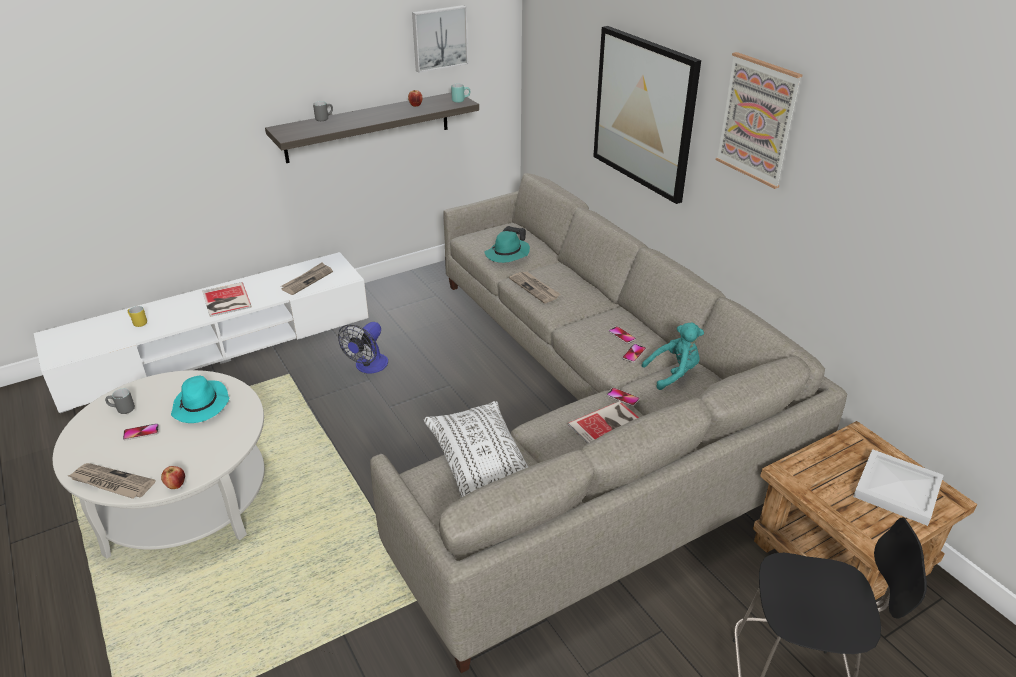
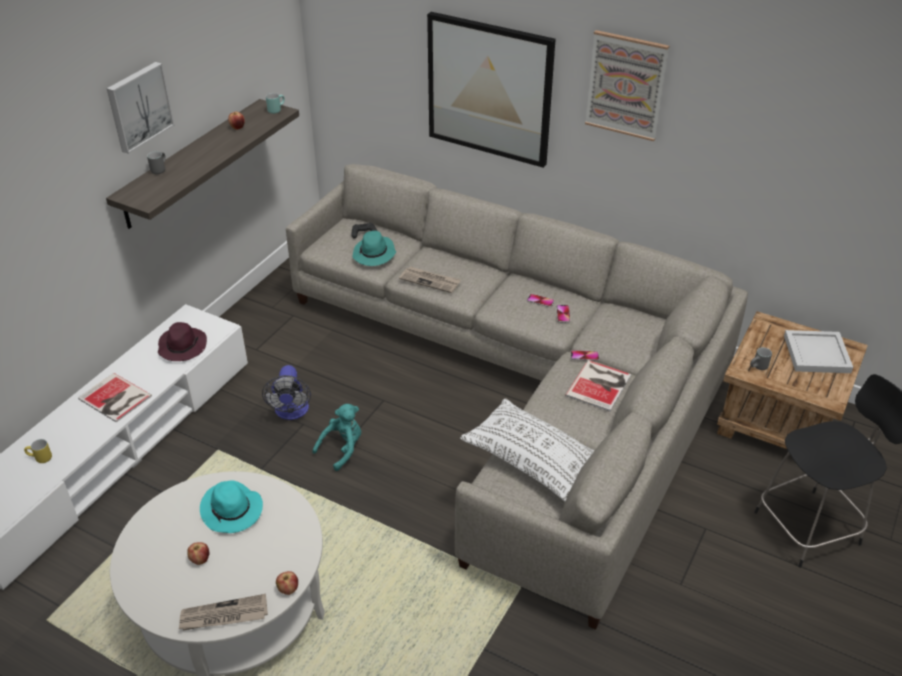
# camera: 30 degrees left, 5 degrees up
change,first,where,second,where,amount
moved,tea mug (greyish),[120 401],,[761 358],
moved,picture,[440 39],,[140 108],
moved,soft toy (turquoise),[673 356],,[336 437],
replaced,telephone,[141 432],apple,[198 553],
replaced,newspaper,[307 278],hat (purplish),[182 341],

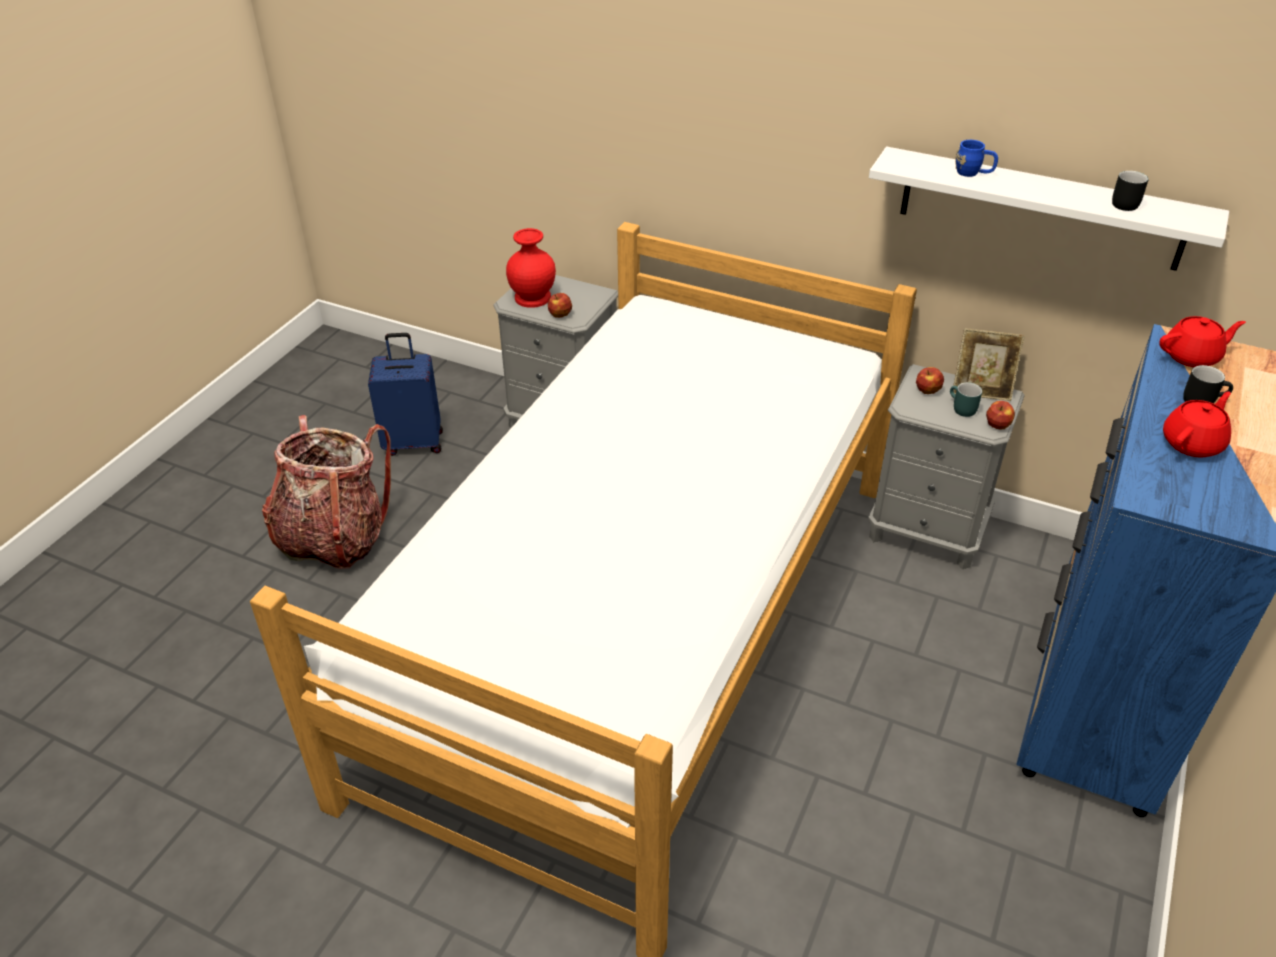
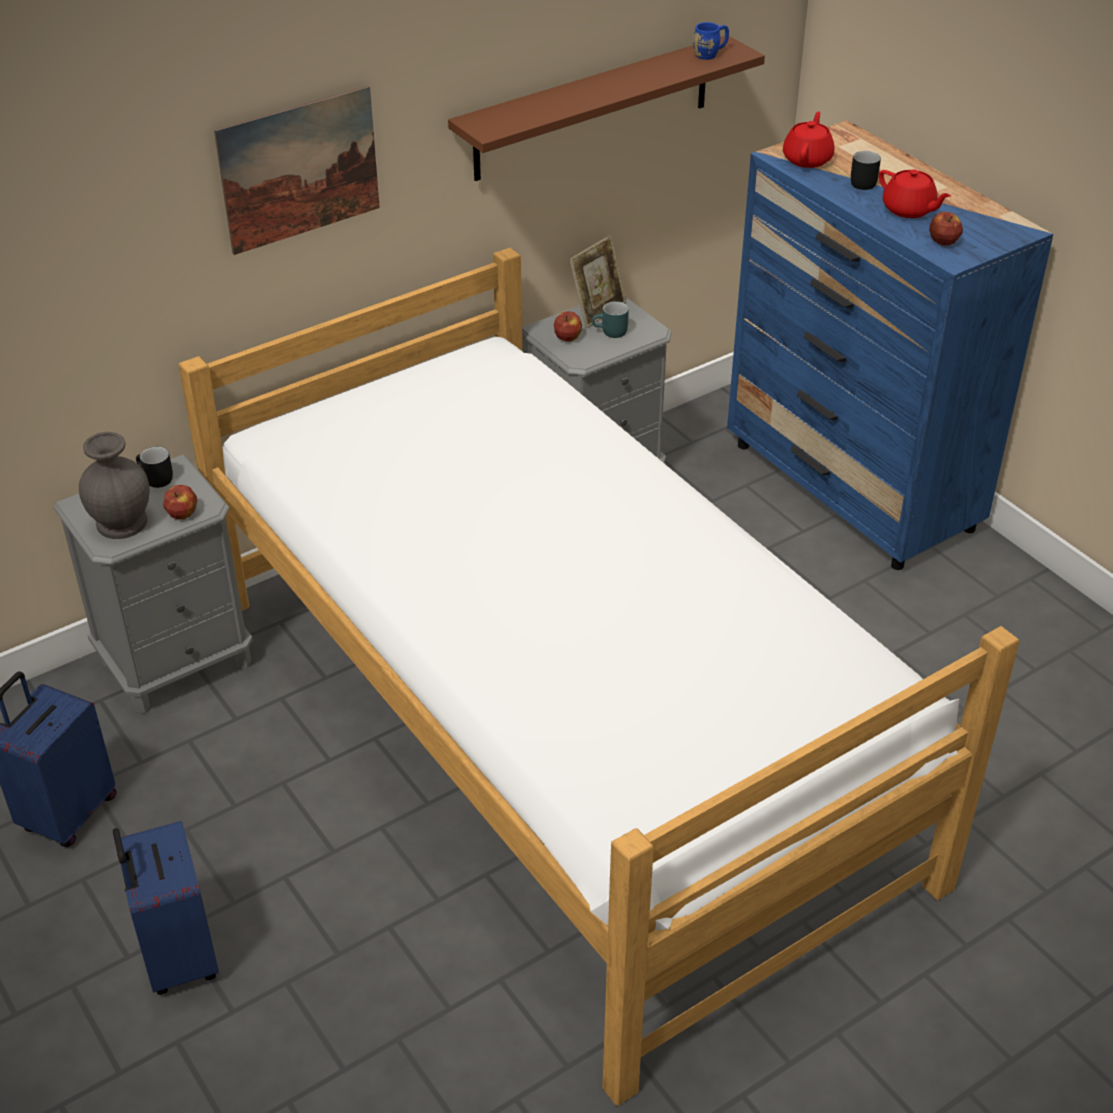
# camera: 60 degrees left, 0 degrees up
change,first,where,second,where,amount
added,,,picture,[297 170],
moved,tea mug (blue-coloured),[976 158],,[711 41],
moved,apple,[1000 415],,[946 229],
moved,tea mug (black-coloured),[1130 191],,[154 467],
replaced,knapsack,[326 492],suitcase (blue-coloured),[166 908],
recoloured,flower vase (red),[531 268],flower vase (greyish),[114 485],
recoloured,bracket shelf (whitish),[1049 208],bracket shelf (brown),[606 108],
turned,pot for tea (red),[1197 424],,[915 193],150 degrees clockwise

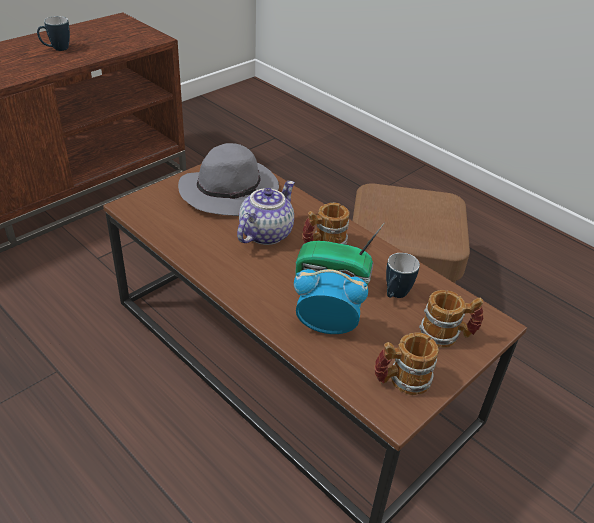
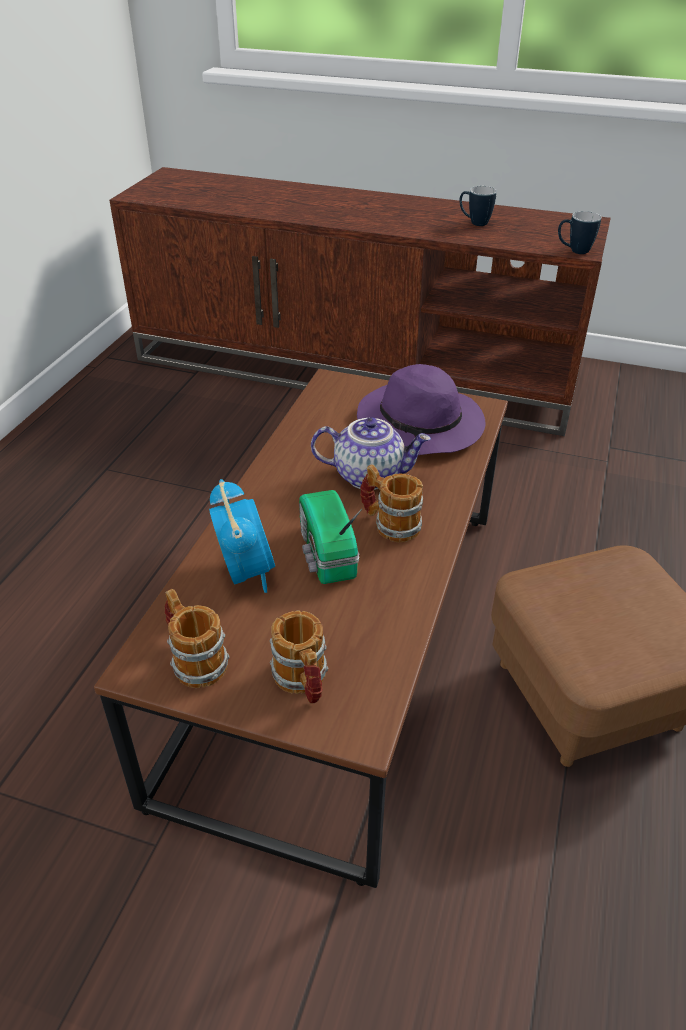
# camera: 65 degrees right, 0 degrees up
change,first,where,second,where,amount
moved,tea mug,[403 275],,[580 232],
recoloured,hat (greyish),[228 179],hat (purplish),[421 409],

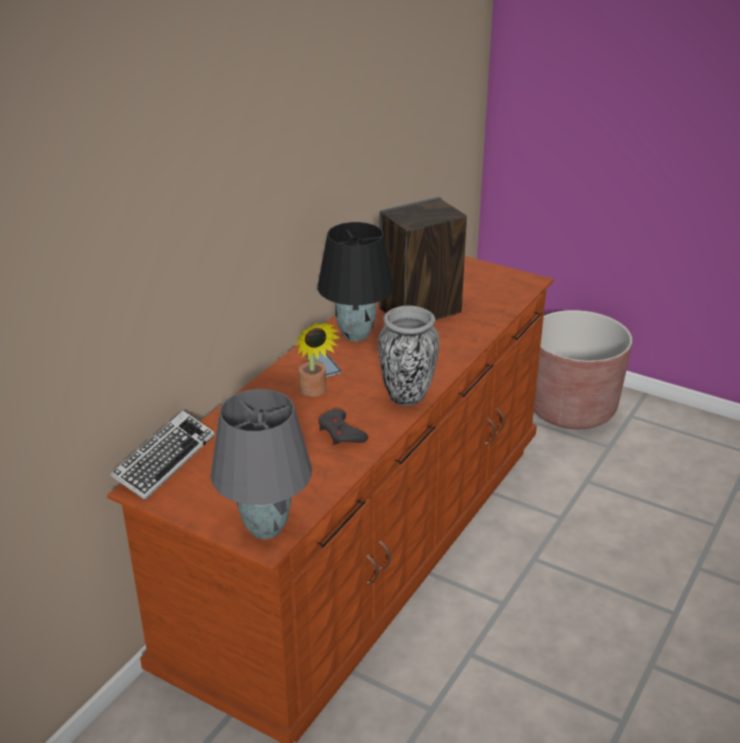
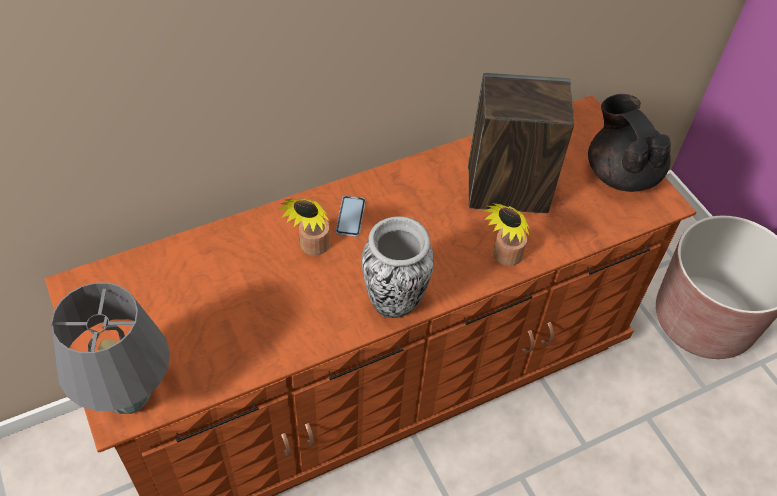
# camera: 30 degrees right, 20 degrees up
change,first,where,second,where,amount
removed,computer keyboard,[162 455],,,
removed,table lamp (black-coloured),[356 282],,,
removed,game controller (greyish),[343 427],,,
added,,,potted plant,[506 234],
added,,,pot for tea (black-coloured),[629 143],

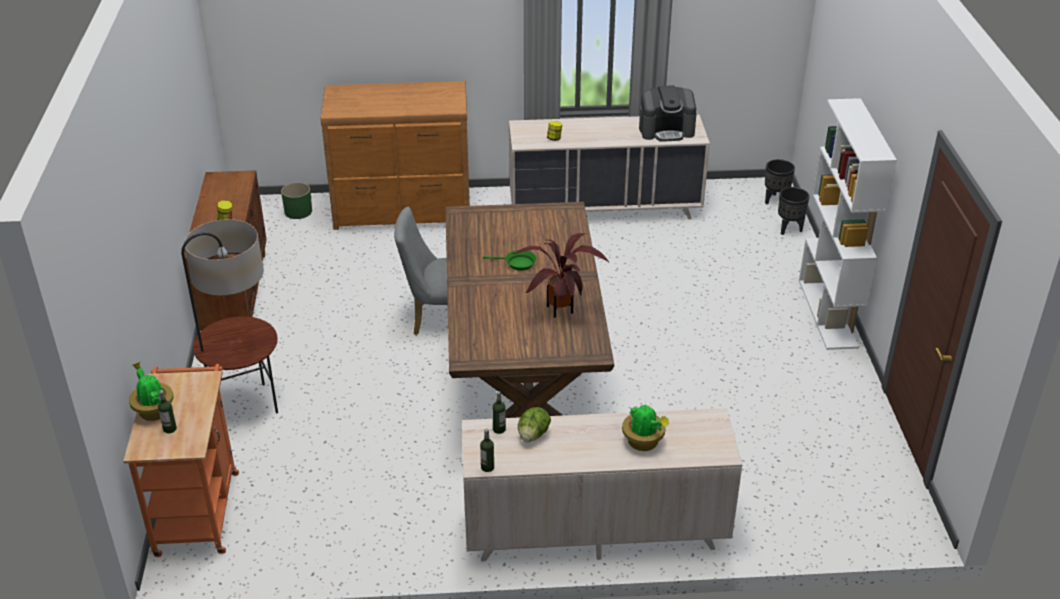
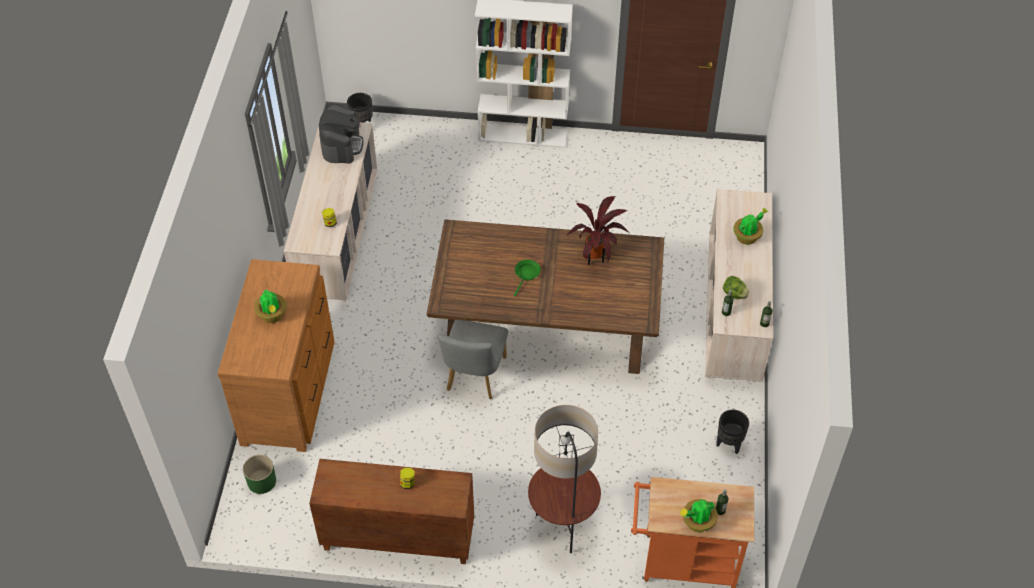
# camera: 80 degrees left, 15 degrees up
change,first,where,second,where,amount
added,,,potted plant,[270 306],
moved,planter (black-coloured),[793 211],,[732 432],

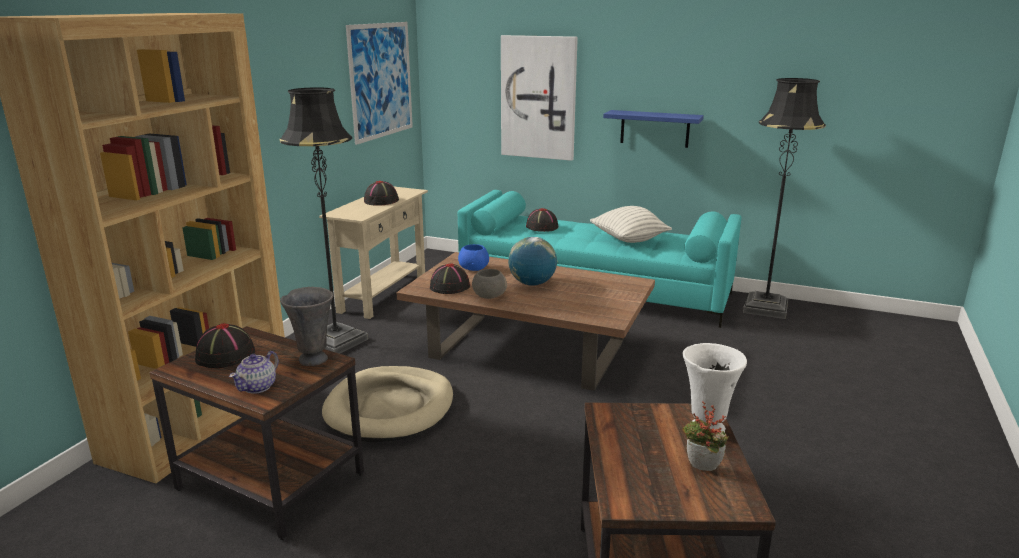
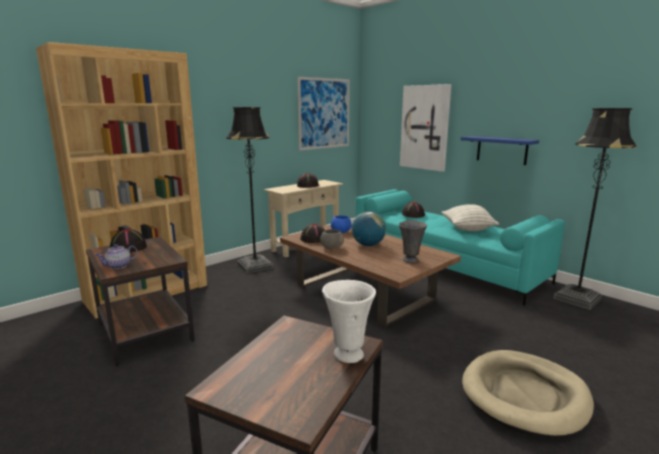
# camera: 25 degrees right, 5 degrees down
change,first,where,second,where,amount
removed,potted plant,[705 436],,,
moved,flower vase (greyish),[306 326],,[413 241],
moved,dog bed (sand-coloured),[387 404],,[528 393],

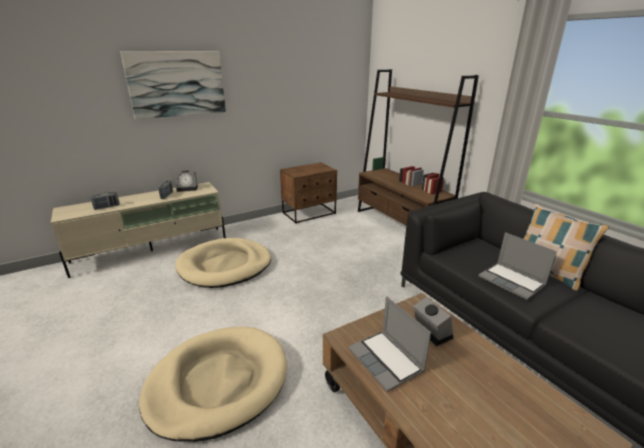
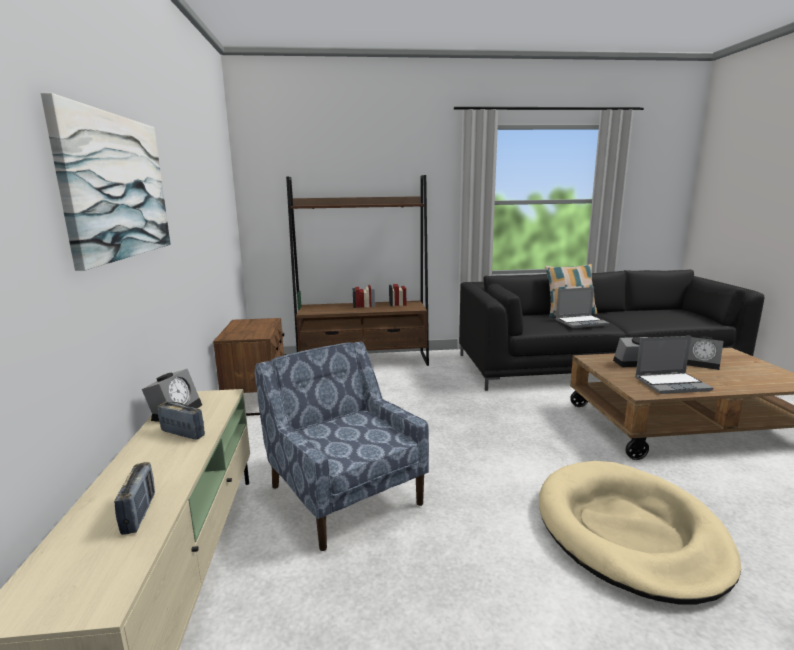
# camera: 65 degrees left, 10 degrees down
change,first,where,second,where,amount
added,,,bedside clock,[705 353],
replaced,dog bed (sand-coloured),[223 263],armchair (blue-coloured),[342 446],

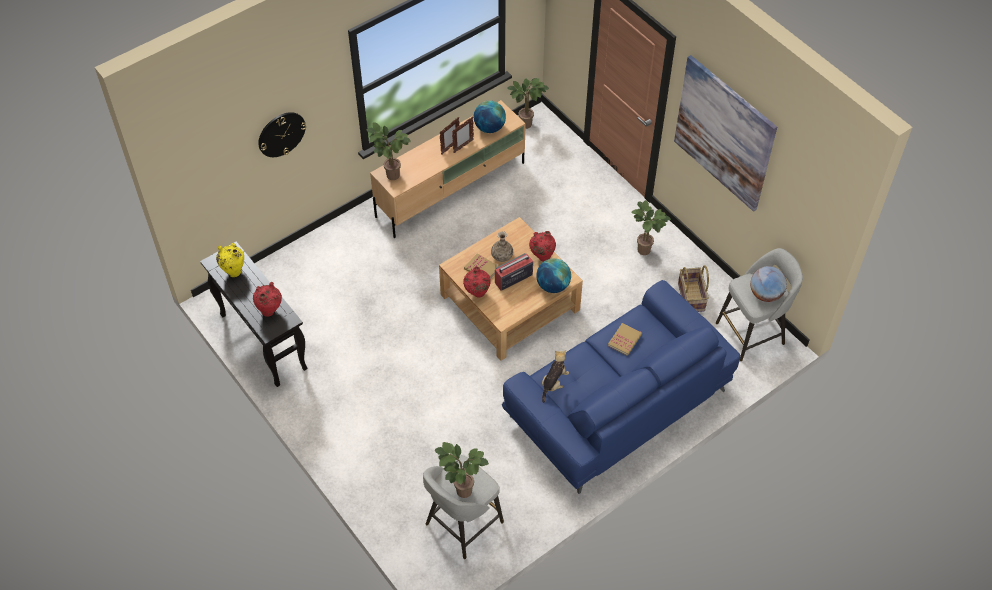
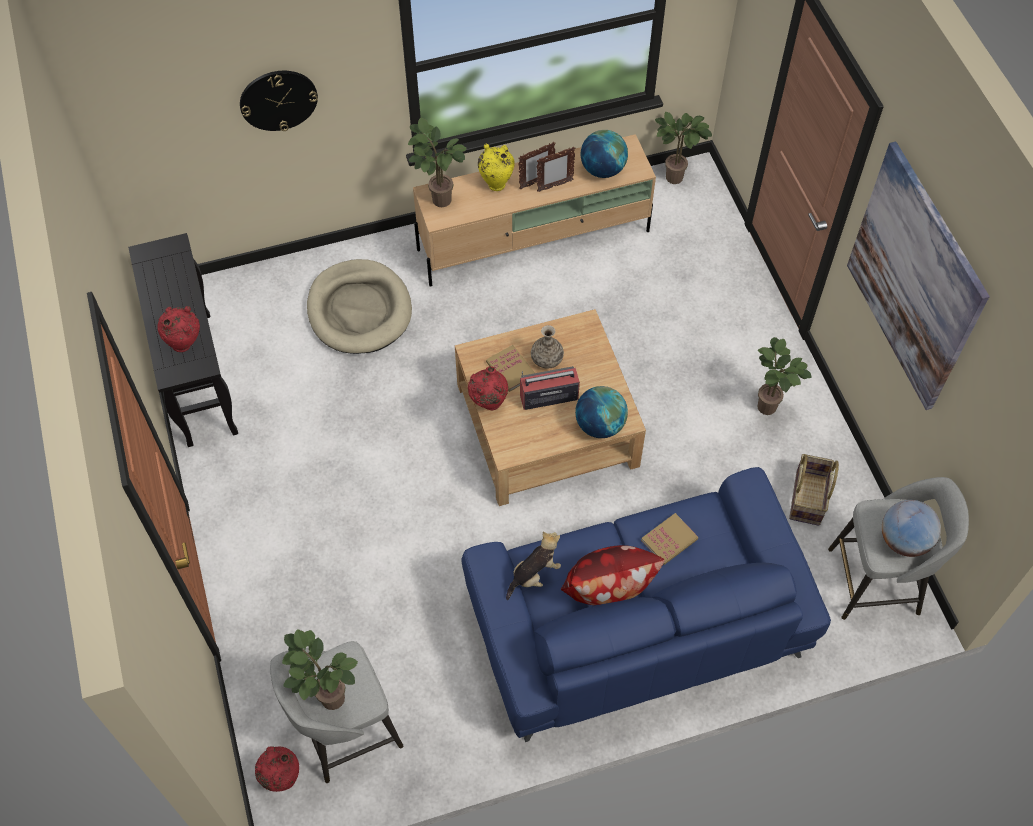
# camera: 20 degrees right, 5 degrees up
change,first,where,second,where,amount
added,,,dog bed (sand-coloured),[359 306],
added,,,throw pillow,[613 575],
moved,flower vase (yellow),[230 260],,[496 167],
moved,flower vase (red),[542 246],,[277 769],

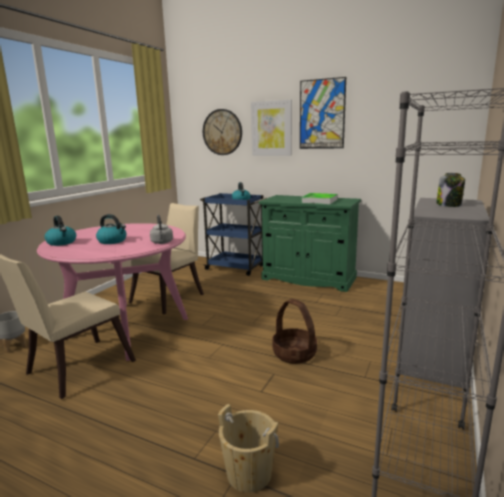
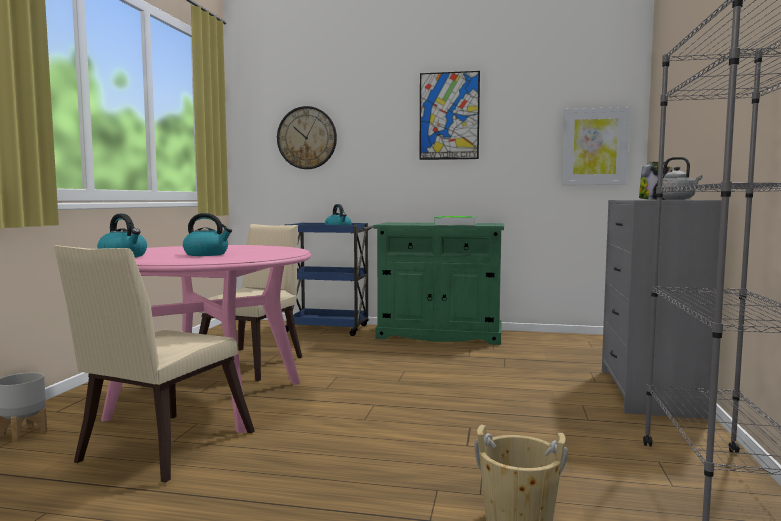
# camera: 15 degrees left, 10 degrees down
change,first,where,second,where,amount
removed,basket,[294 331],,,
moved,water kettle (greyish),[161 229],,[682 178],
moved,picture,[271 127],,[596 146],

